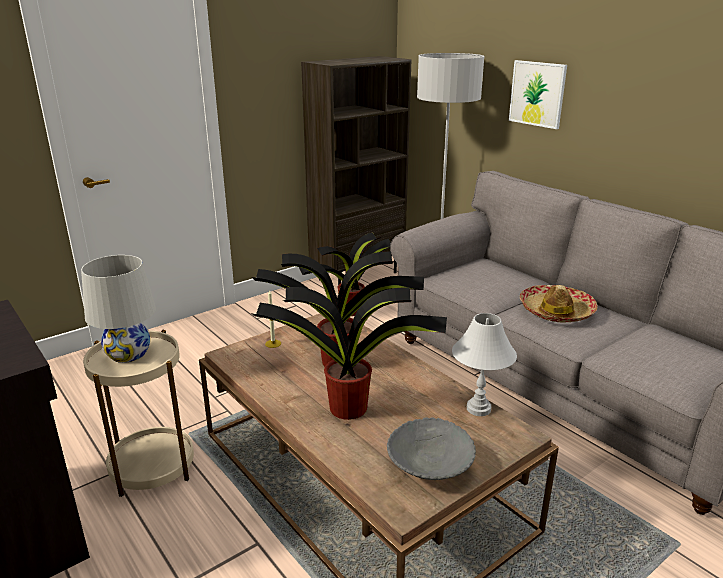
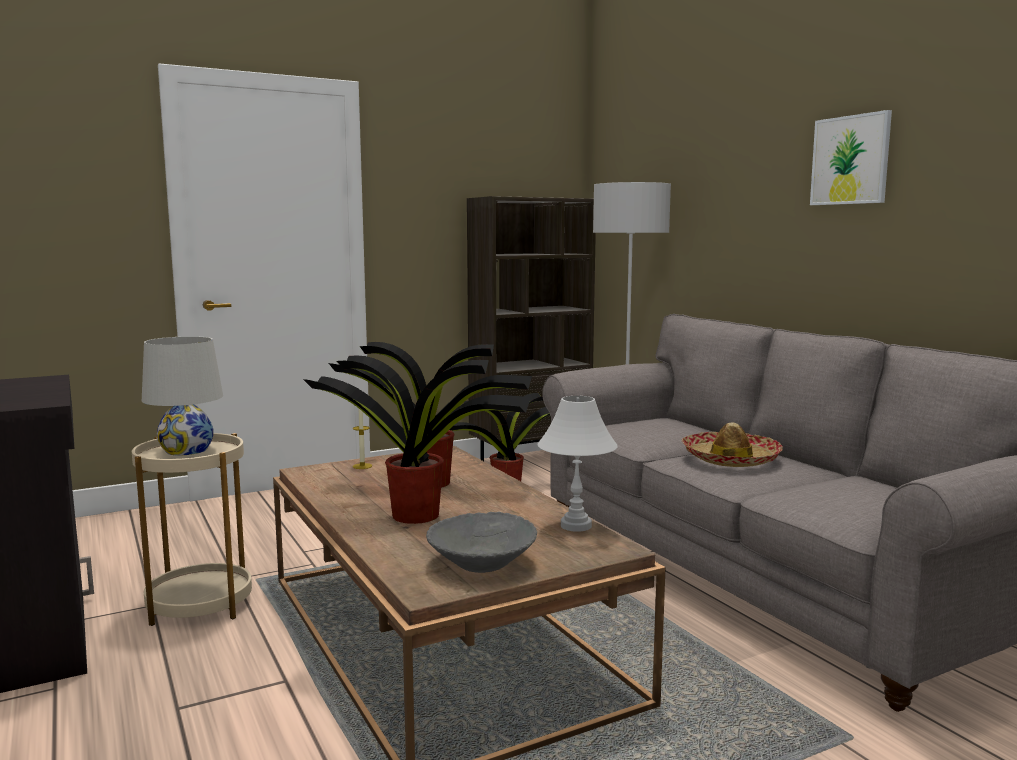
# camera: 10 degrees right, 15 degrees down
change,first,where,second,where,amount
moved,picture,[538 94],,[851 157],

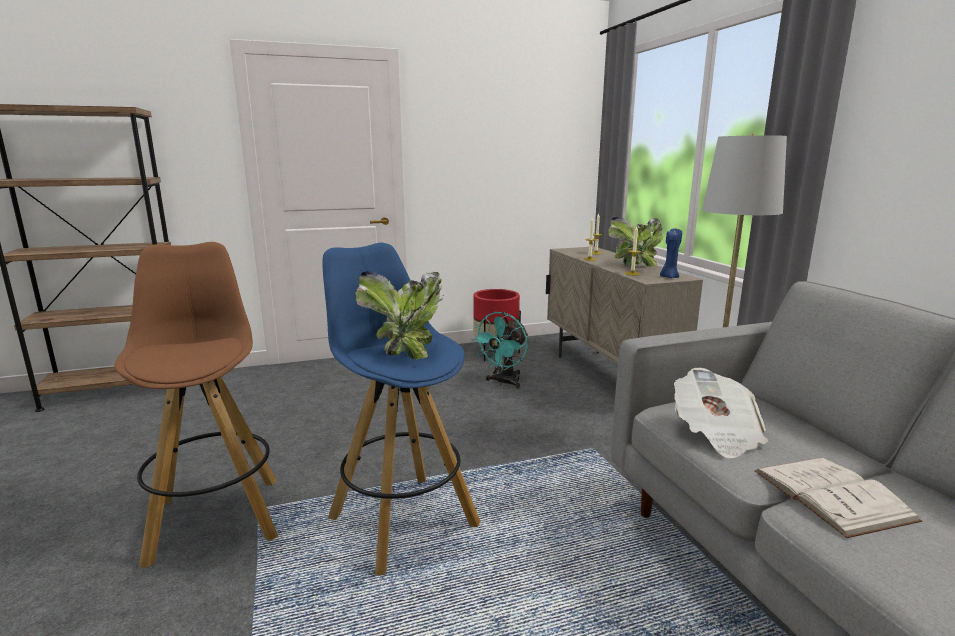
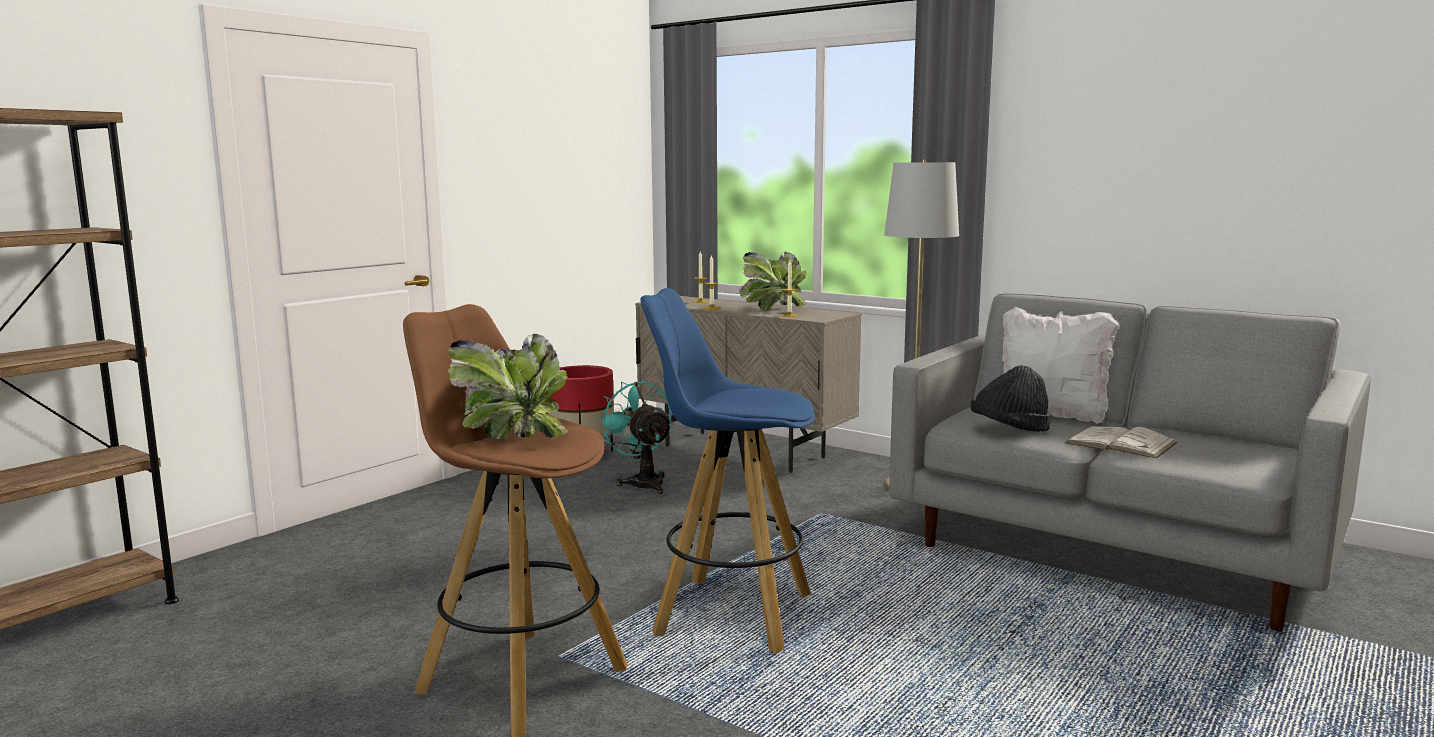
# camera: 35 degrees left, 5 degrees down
change,first,where,second,where,amount
removed,wax candle (blue-coloured),[671 253],,,
added,,,throw pillow (whitish),[1061 365],
moved,potted plant,[399 315],,[508 386],
replaced,newspaper,[721 413],hat (black-coloured),[1010 398],
turned,electric fan (turquoise),[500 350],,[634 437],150 degrees clockwise

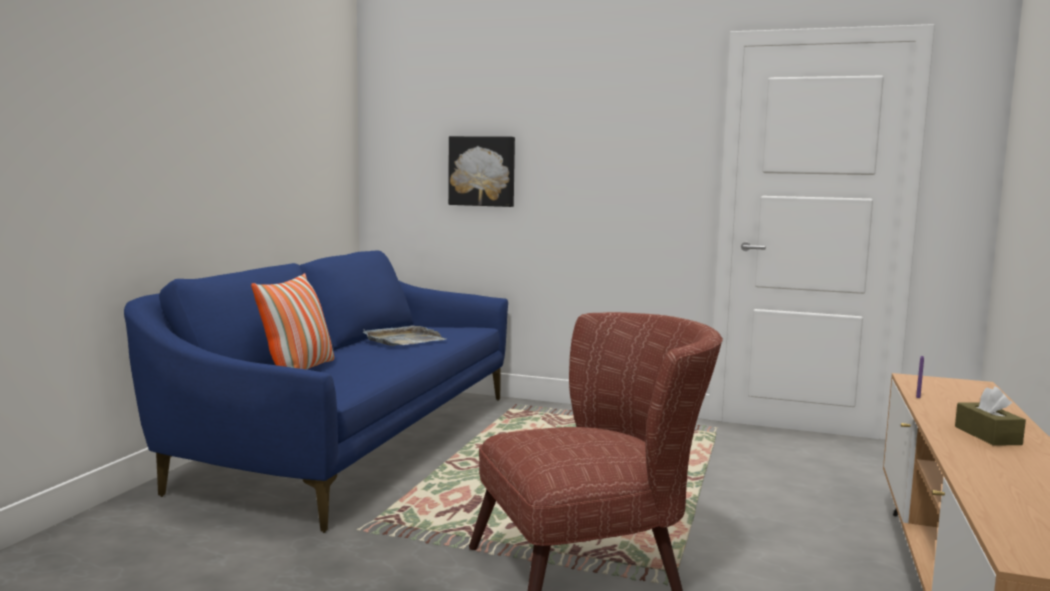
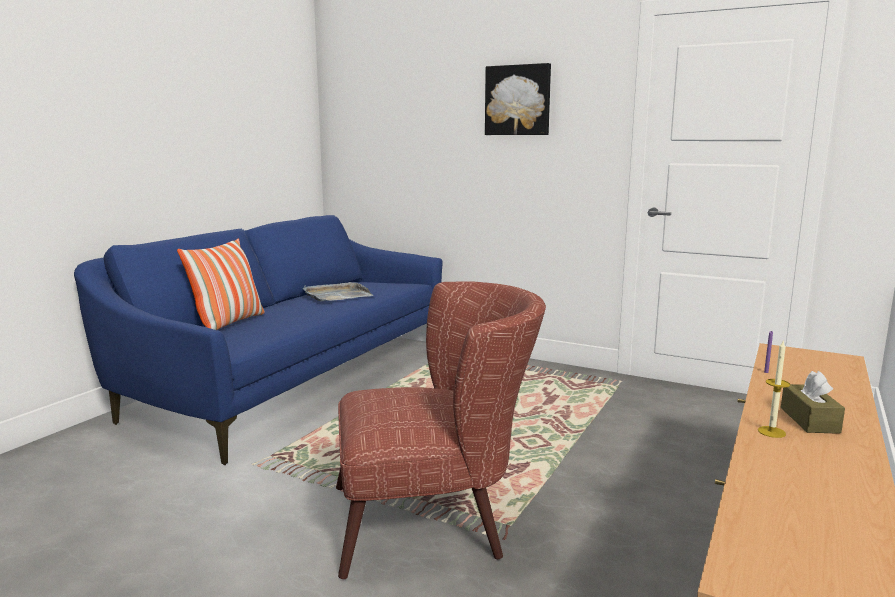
# camera: 10 degrees right, 5 degrees up
change,first,where,second,where,amount
added,,,wax candle,[774 389],
moved,picture,[481 171],,[518 99],

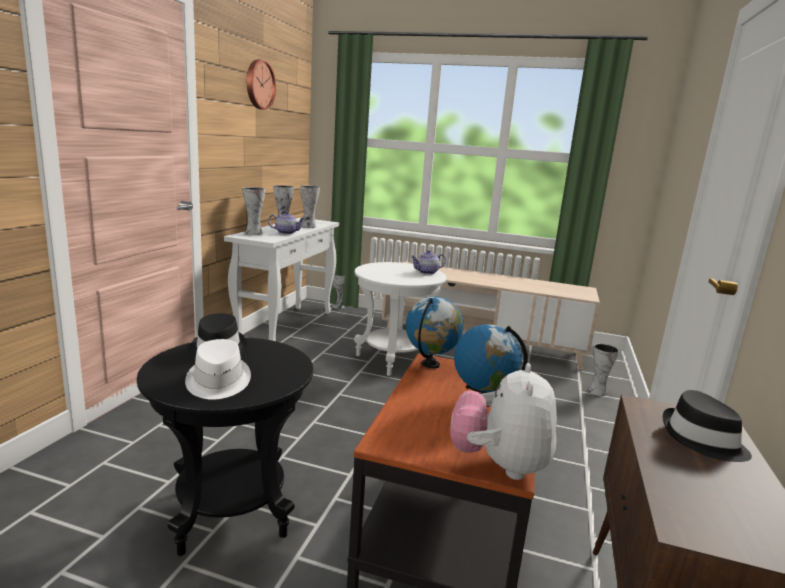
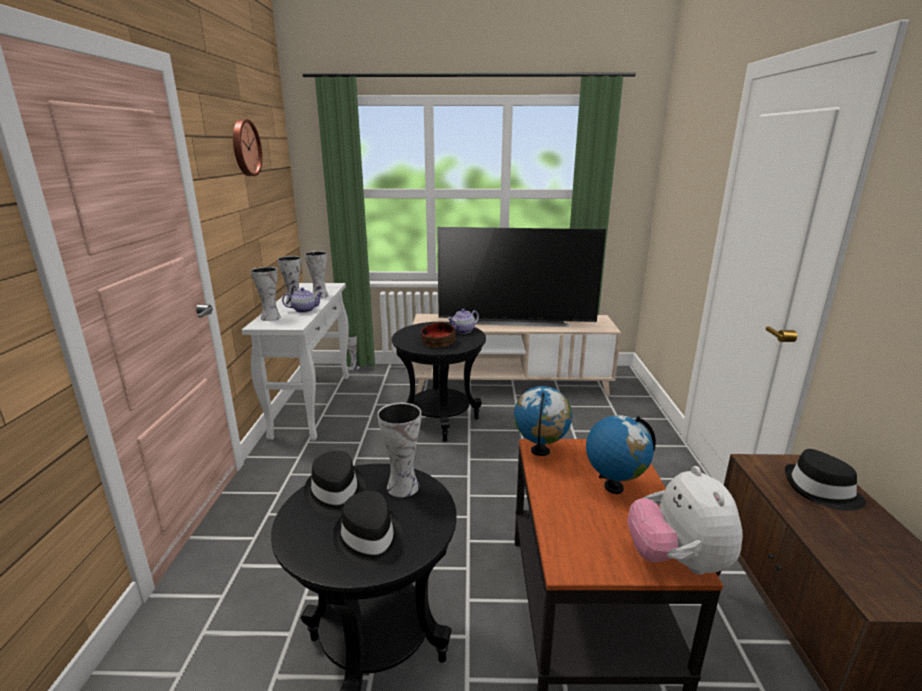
# camera: 15 degrees left, 5 degrees up
change,first,where,second,where,amount
added,,,bowl,[438 335],
added,,,TV set,[521 277],
moved,flower vase,[603 370],,[399 450],
recoloured,hat (whitish),[218 369],hat (black-coloured),[368 529],
recoloured,end table (whitish),[400 319],end table (black-coloured),[439 382],

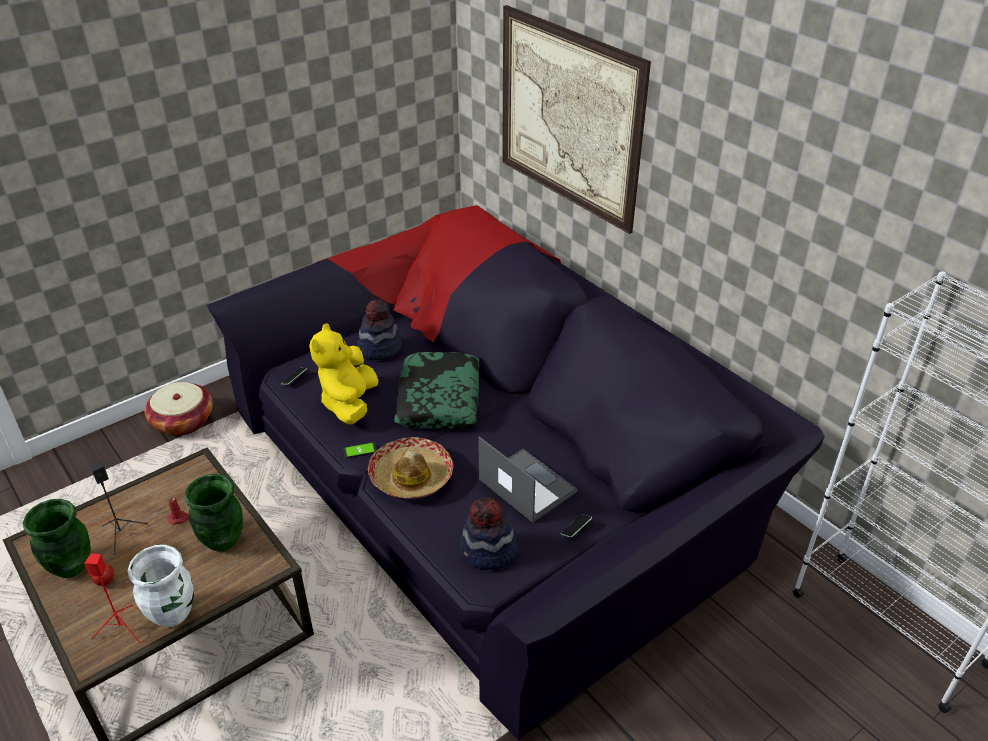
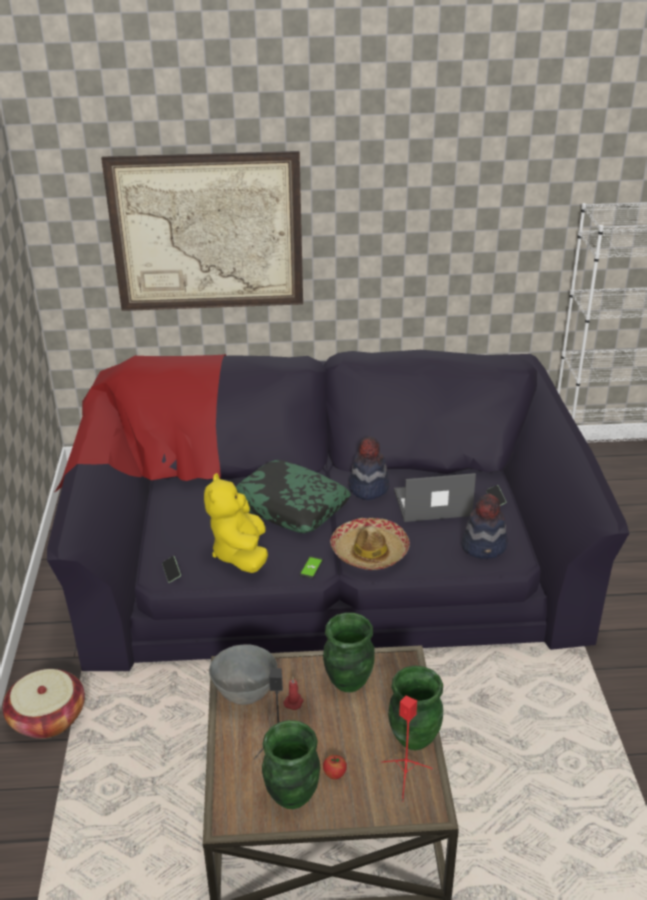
# camera: 55 degrees left, 5 degrees down
change,first,where,second,where,amount
added,,,bowl (greyish),[243 674],
moved,hat,[379 329],,[369 468],
recoloured,flower vase (whitish),[160 586],flower vase (greenish),[415 708],
turned,soft toy (yellow),[344 374],,[236 523],45 degrees clockwise

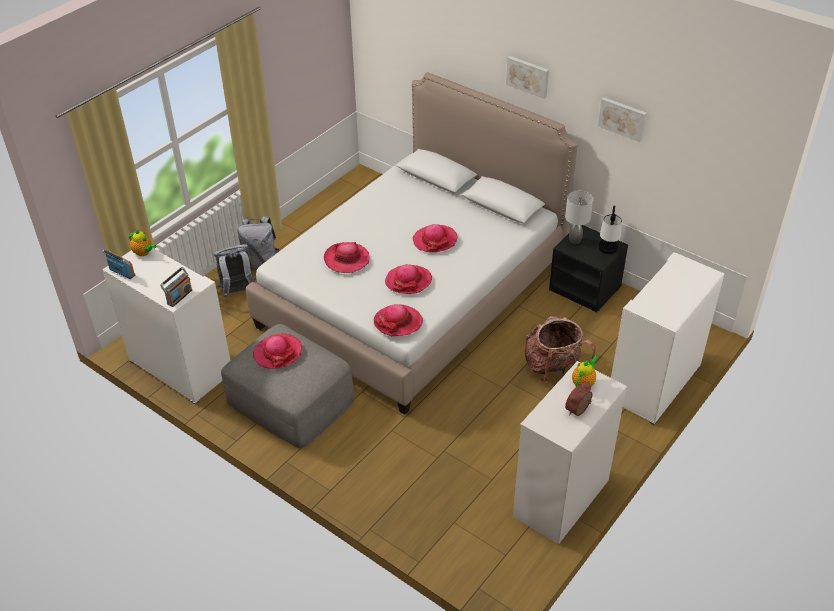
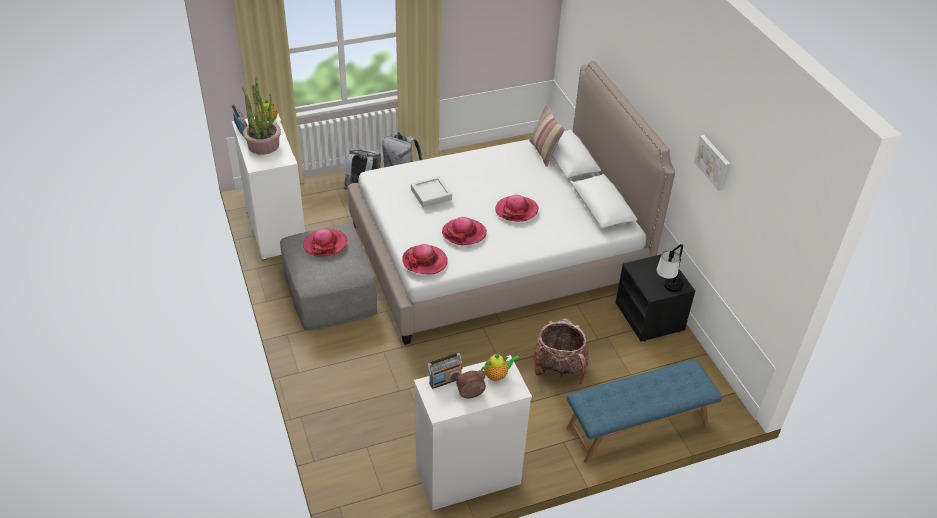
# camera: 30 degrees right, 0 degrees up
change,first,where,second,where,amount
removed,picture,[527 77],,,
removed,table lamp (greyish),[579 217],,,
added,,,potted plant,[261 116],
added,,,throw pillow,[547 135],
moved,radio receiver,[176 287],,[445 371],
replaced,hat,[347 257],serving tray (greyish),[431 192],
replaced,storage cabinet (whitish),[667 338],bench (blue-coloured),[644 411],

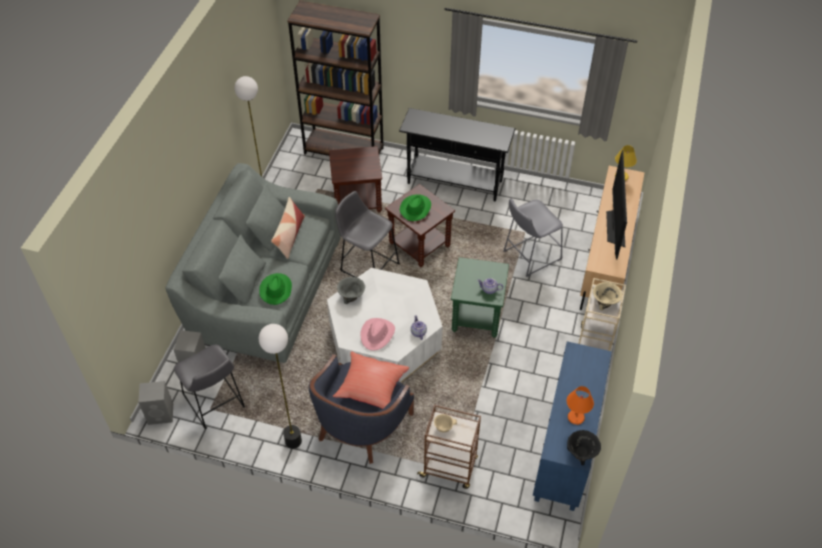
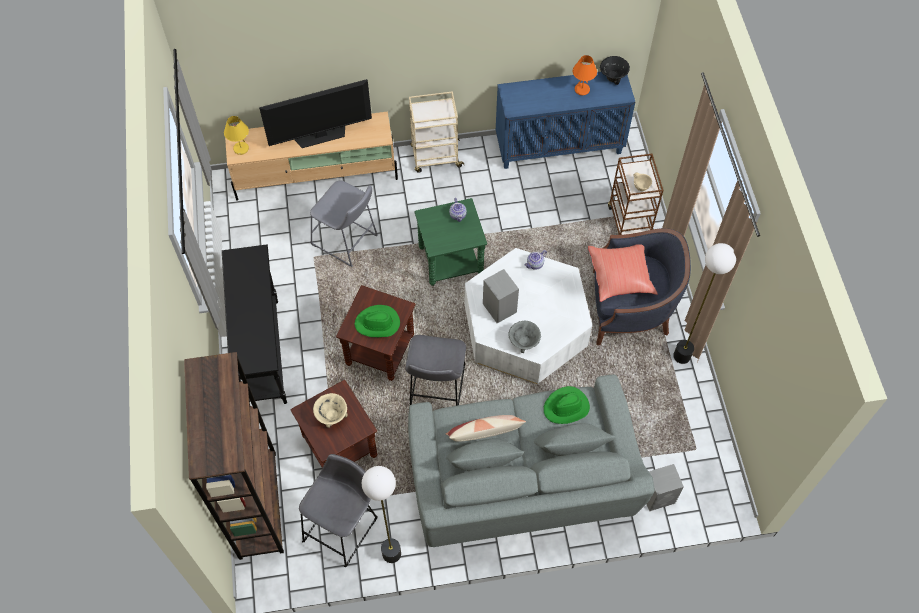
# camera: 115 degrees left, 10 degrees up
change,first,where,second,where,amount
removed,hat (pink),[377 334],,,
moved,speaker (greyish),[155 403],,[501 296],
moved,sitting stool (greyish),[209 387],,[338 510],
moved,bowl (sand-coloured),[607 296],,[330 410],

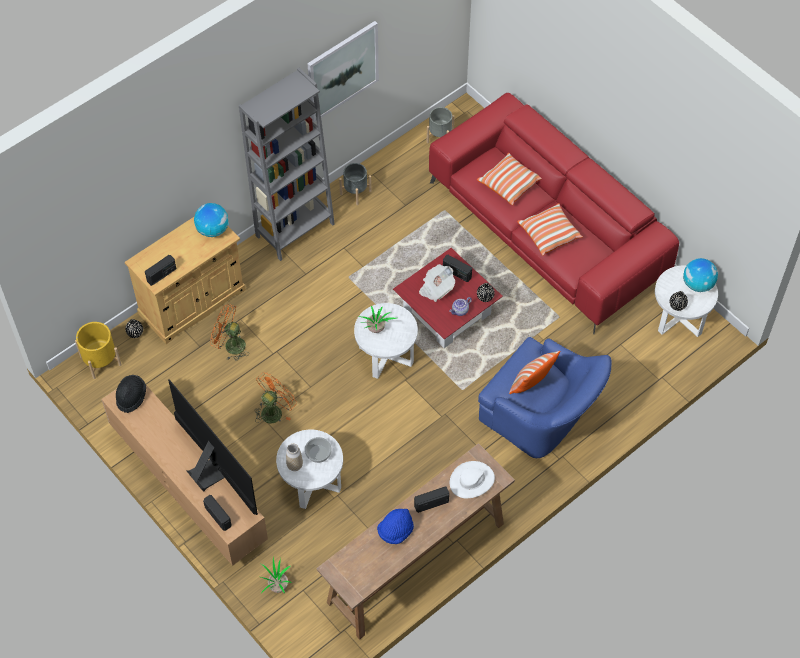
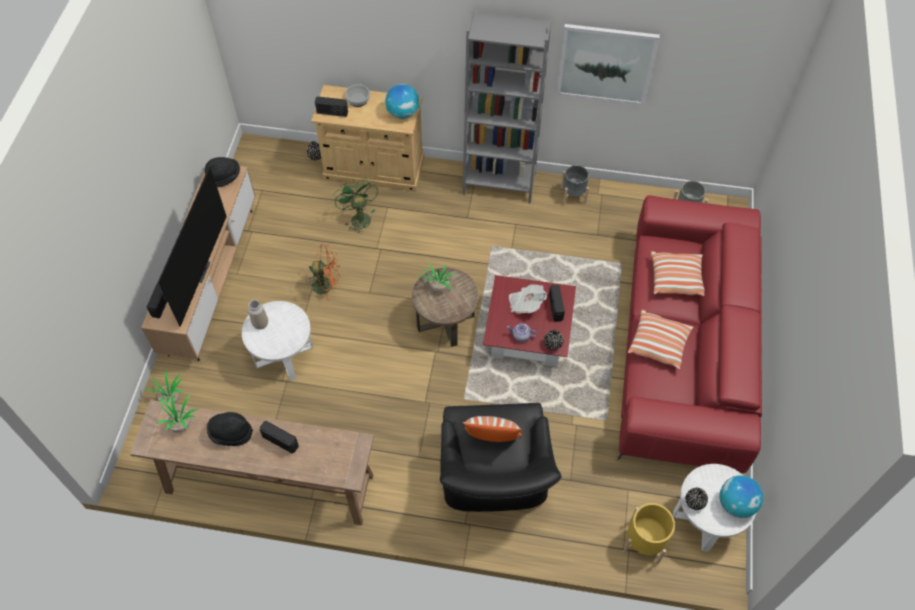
# camera: 50 degrees right, 0 degrees up
change,first,where,second,where,amount
removed,hat (whitish),[472 479],,,
added,,,potted plant,[177 413],
moved,planter (yellow),[98 350],,[649 533],
moved,bowl,[318 450],,[357 95],
recoloured,electric fan (orange),[229 332],electric fan (greenish),[356 206],
recoloured,end table (whitish),[386 341],end table (brown),[445 307],
recoloured,hat (blue-coloured),[395 526],hat (black-coloured),[230 429],
recoloured,armchair (blue-coloured),[544 397],armchair (black-coloured),[501 457],

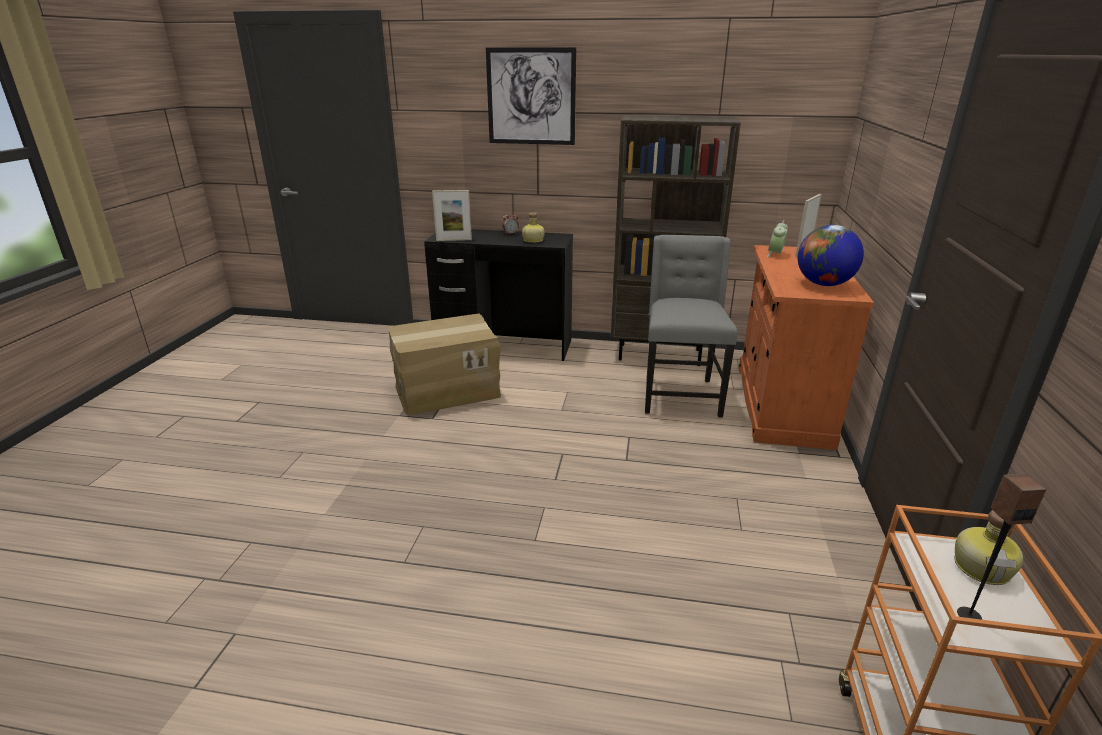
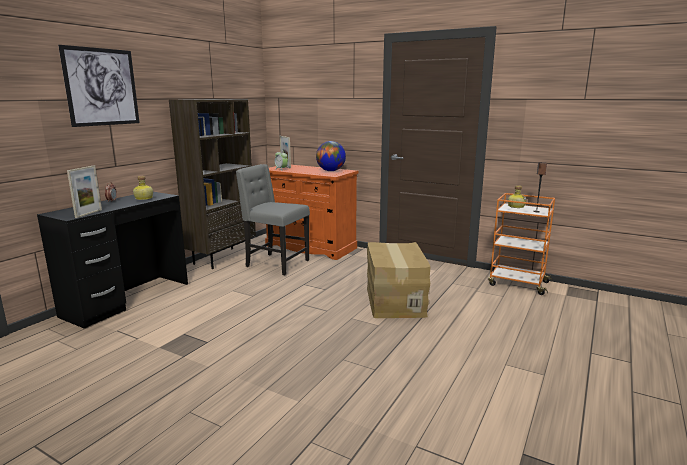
# camera: 70 degrees left, 10 degrees down
change,first,where,second,where,amount
moved,packing box,[444 364],,[398 280],

